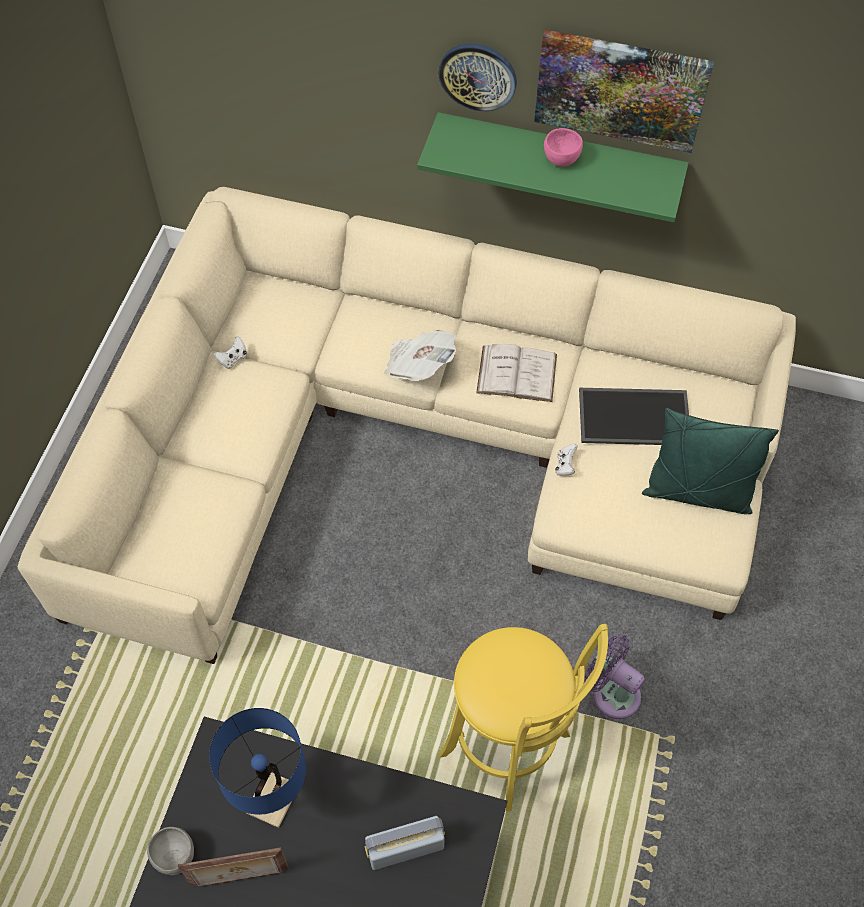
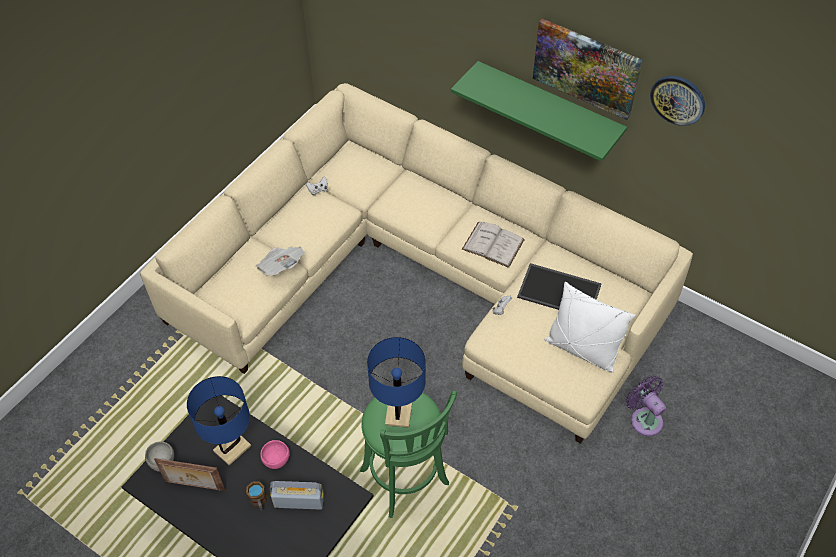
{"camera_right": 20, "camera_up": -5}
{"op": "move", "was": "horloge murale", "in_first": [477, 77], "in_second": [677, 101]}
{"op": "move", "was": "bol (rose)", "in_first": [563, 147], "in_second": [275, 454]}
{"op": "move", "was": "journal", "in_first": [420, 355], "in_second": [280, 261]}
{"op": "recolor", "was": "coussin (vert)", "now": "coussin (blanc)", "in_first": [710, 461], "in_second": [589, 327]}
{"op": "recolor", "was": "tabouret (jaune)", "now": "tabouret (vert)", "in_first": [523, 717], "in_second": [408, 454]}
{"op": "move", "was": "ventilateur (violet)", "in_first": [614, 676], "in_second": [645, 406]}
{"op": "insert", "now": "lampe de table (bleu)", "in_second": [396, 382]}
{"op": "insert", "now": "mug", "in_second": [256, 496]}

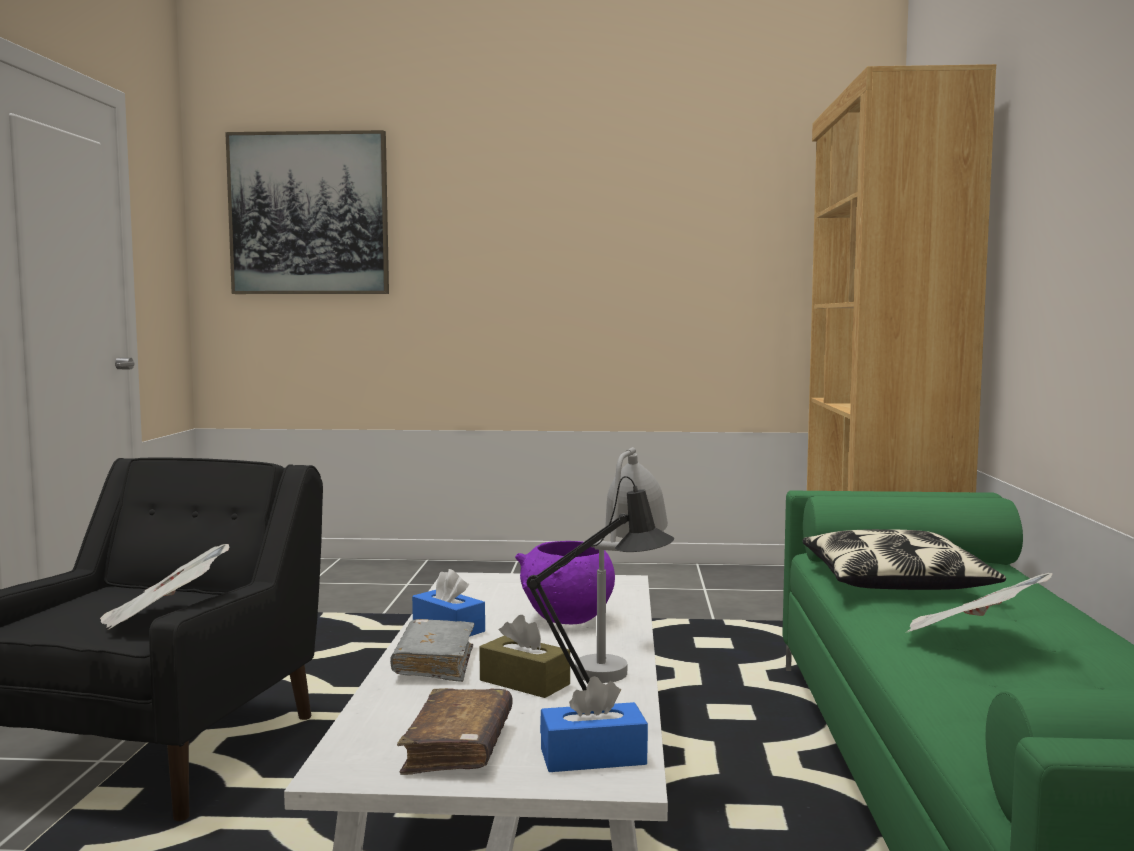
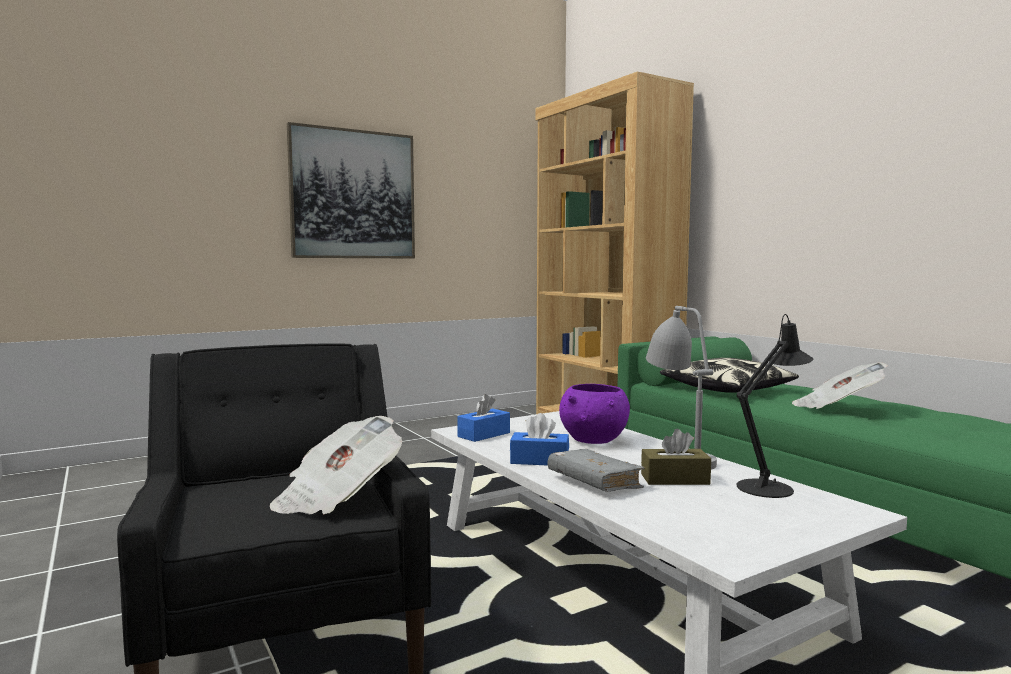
{"camera_right": -35, "camera_up": 0}
{"op": "move", "was": "tableau", "in_first": [307, 212], "in_second": [351, 190]}
{"op": "move", "was": "boîte à mouchoirs (bleu)", "in_first": [594, 724], "in_second": [483, 418]}
{"op": "delete", "was": "livre (marron)", "in_first": [455, 731]}

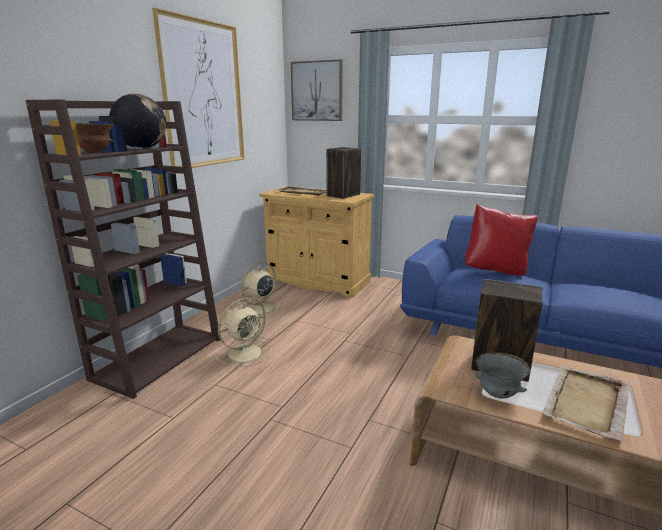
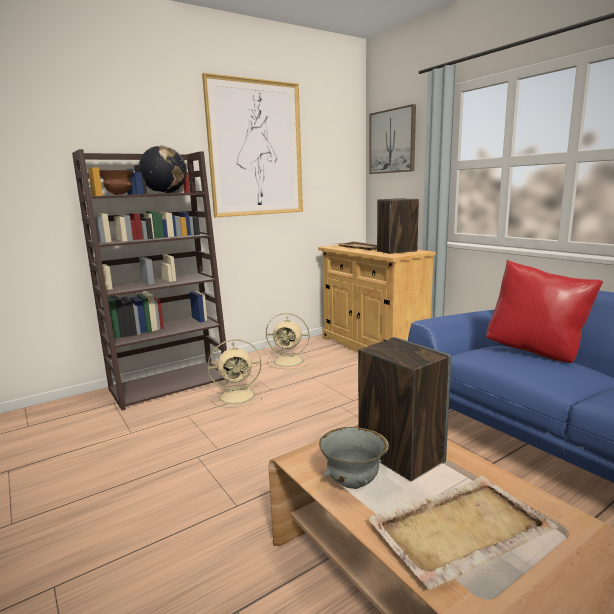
{"camera_right": 30, "camera_up": -5}
{"op": "rotate", "was": "ventilateur (beige)", "in_first": [261, 290], "in_second": [288, 341], "clockwise": -150}

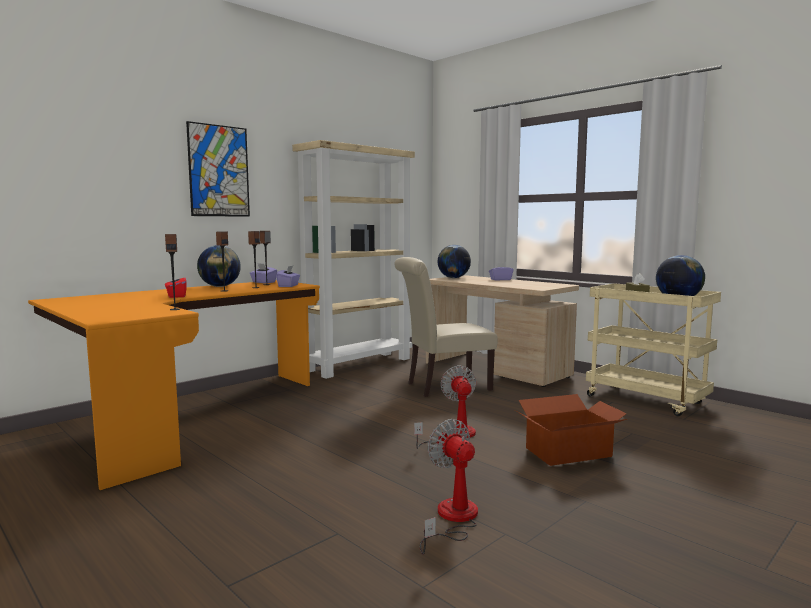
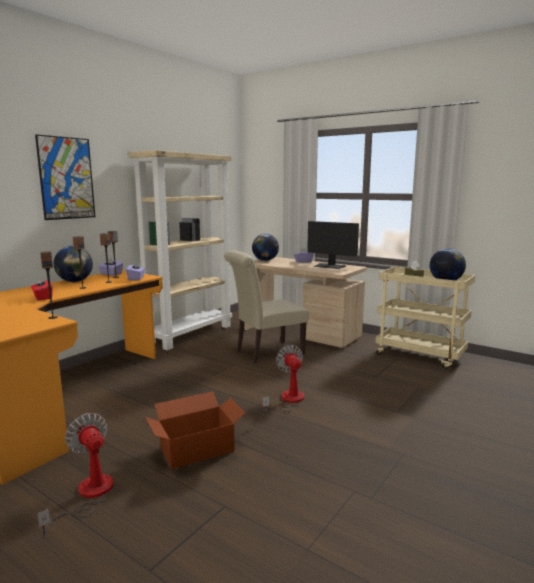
{"camera_right": -10, "camera_up": 5}
{"op": "move", "was": "carton", "in_first": [571, 430], "in_second": [195, 430]}
{"op": "move", "was": "ventilateur", "in_first": [449, 487], "in_second": [75, 475]}
{"op": "insert", "now": "écran d'ordinateur", "in_second": [333, 245]}

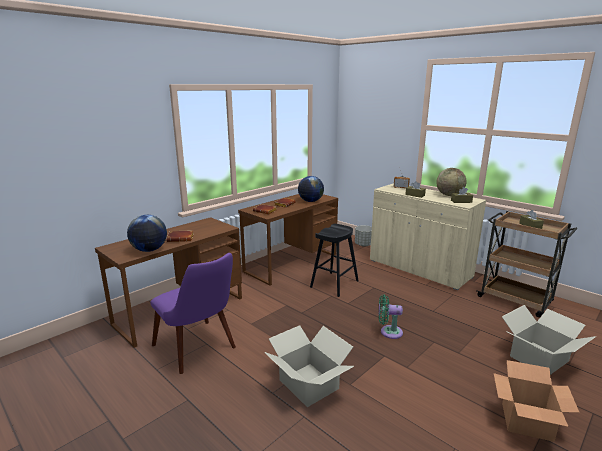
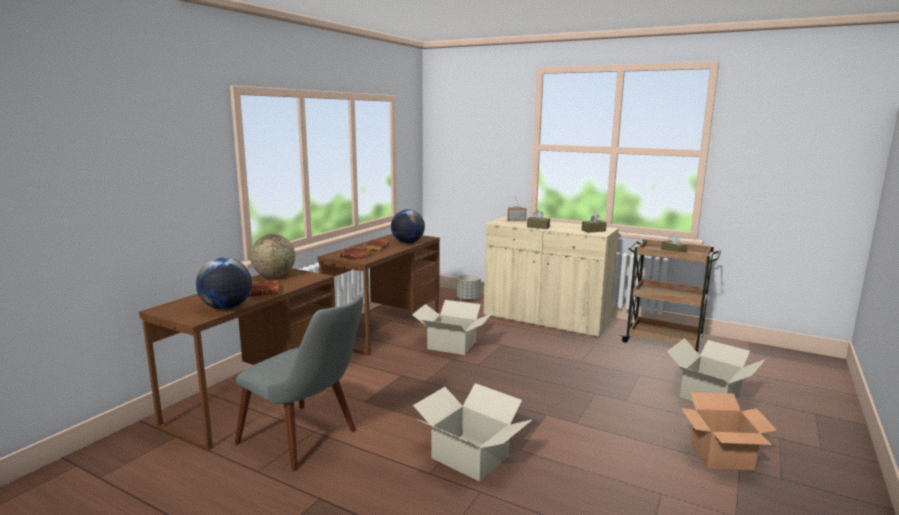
{"camera_right": -15, "camera_up": -5}
{"op": "move", "was": "globe", "in_first": [451, 182], "in_second": [272, 256]}
{"op": "replace", "was": "tabouret (noir)", "now": "carton", "in_first": [334, 260], "in_second": [452, 327]}
{"op": "recolor", "was": "chaise (violet)", "now": "chaise (gris)", "in_first": [193, 313], "in_second": [299, 383]}
{"op": "delete", "was": "ventilateur (vert)", "in_first": [391, 316]}

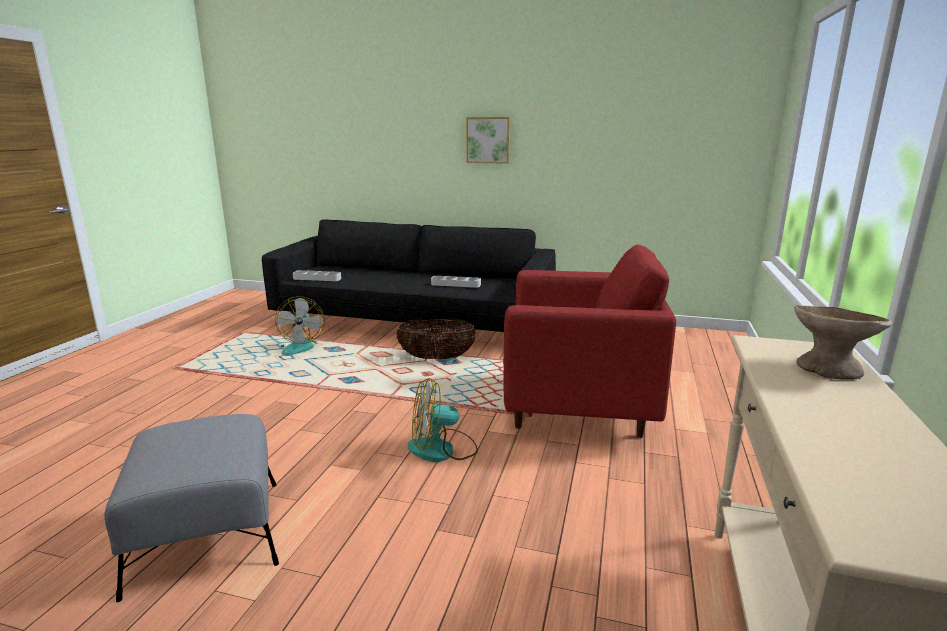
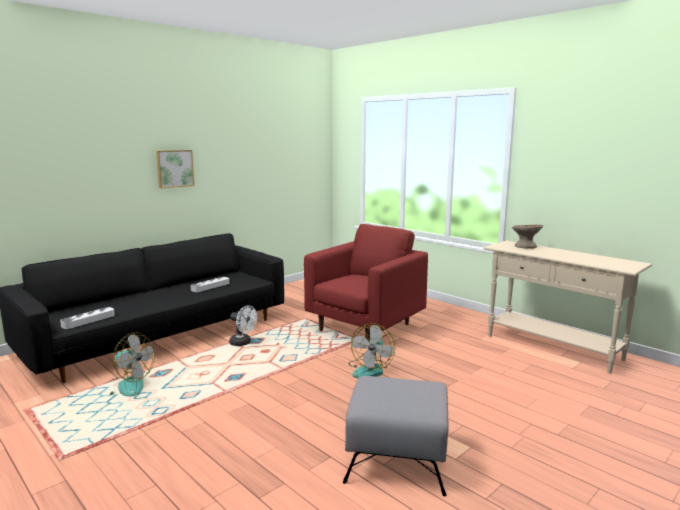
{"camera_right": -60, "camera_up": -5}
{"op": "replace", "was": "panier", "now": "ventilateur (blanc)", "in_first": [436, 338], "in_second": [243, 326]}

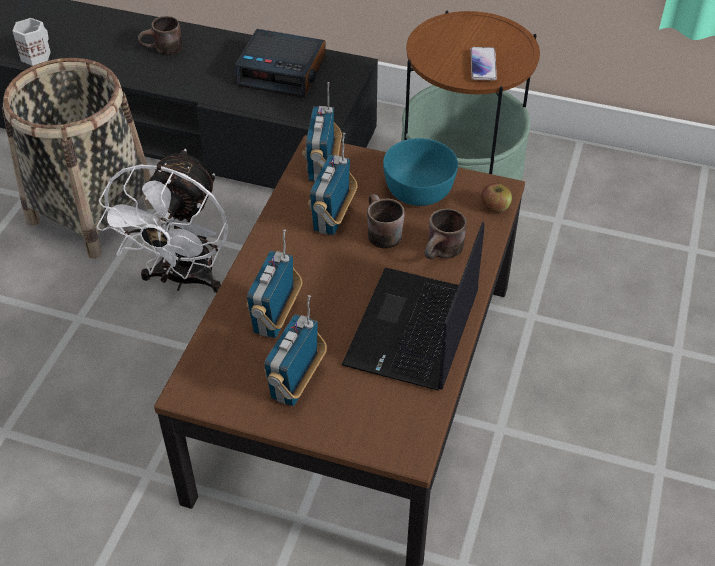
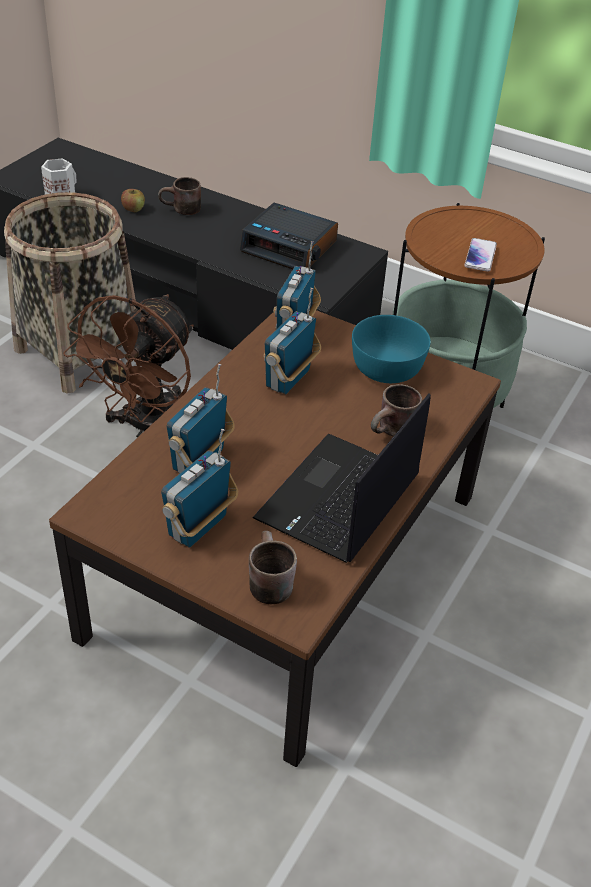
{"camera_right": 10, "camera_up": -5}
{"op": "recolor", "was": "ventilateur (blanc)", "now": "ventilateur (marron)", "in_first": [162, 221], "in_second": [128, 366]}
{"op": "move", "was": "pomme", "in_first": [496, 198], "in_second": [133, 200]}
{"op": "move", "was": "mug (marron)", "in_first": [385, 221], "in_second": [273, 567]}

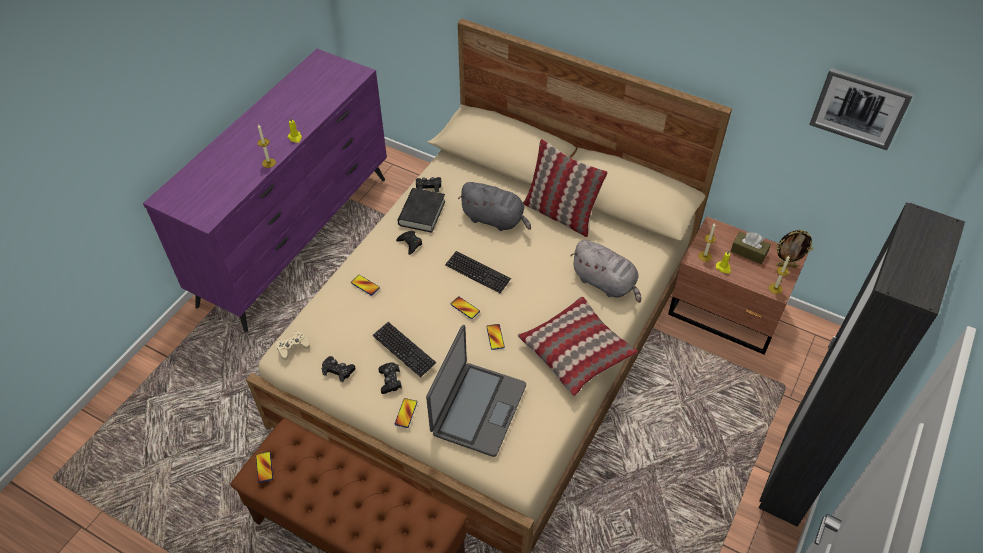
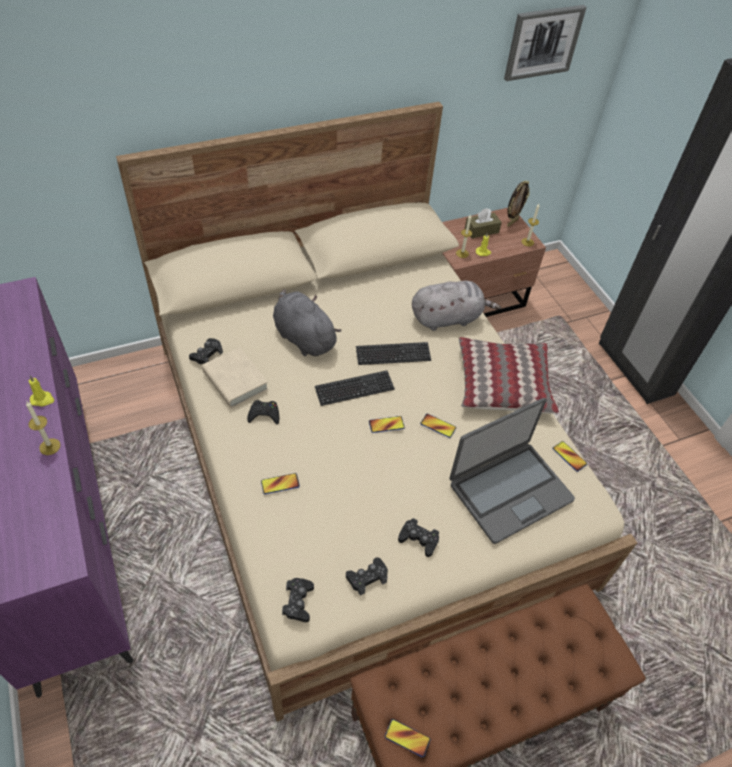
{"camera_right": -55, "camera_up": 0}
{"op": "delete", "was": "coussin", "in_first": [565, 188]}
{"op": "rotate", "was": "peluche (gris)", "in_first": [494, 206], "in_second": [307, 322], "clockwise": -105}
{"op": "recolor", "was": "livre (noir)", "now": "livre (beige)", "in_first": [421, 210], "in_second": [235, 377]}
{"op": "move", "was": "clavier", "in_first": [404, 349], "in_second": [393, 353]}
{"op": "rotate", "was": "ordinateur portable", "in_first": [476, 391], "in_second": [512, 471], "clockwise": 90}
{"op": "recolor", "was": "manette (beige)", "now": "manette (noir)", "in_first": [293, 345], "in_second": [298, 600]}
{"op": "move", "was": "téléphone", "in_first": [406, 413], "in_second": [569, 456]}

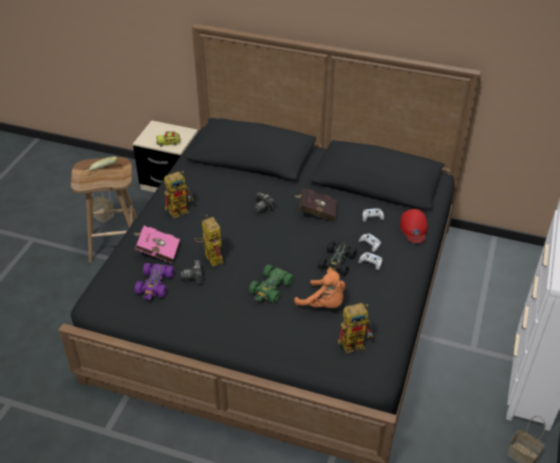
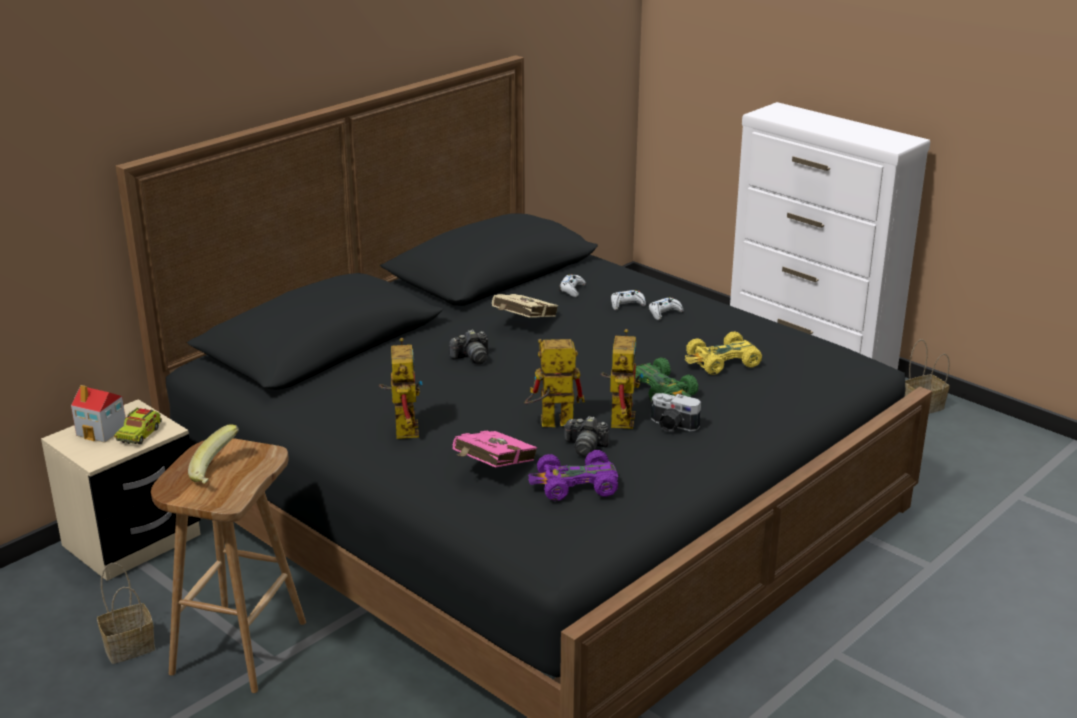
{"camera_right": -65, "camera_up": -15}
{"op": "recolor", "was": "livre (rouge)", "now": "livre (beige)", "in_first": [315, 205], "in_second": [525, 306]}
{"op": "delete", "was": "casquette (rouge)", "in_first": [414, 226]}
{"op": "delete", "was": "petite voiture (noir)", "in_first": [337, 258]}
{"op": "rotate", "was": "petite voiture (violet)", "in_first": [154, 281], "in_second": [573, 475], "clockwise": 135}
{"op": "replace", "was": "peluche (orange)", "now": "petite voiture (jaune)", "in_first": [319, 288], "in_second": [723, 353]}
{"op": "move", "was": "robot jouet", "in_first": [355, 328], "in_second": [622, 379]}
{"op": "insert", "now": "maison miniature", "in_second": [98, 414]}
{"op": "insert", "now": "appareil photo", "in_second": [676, 412]}

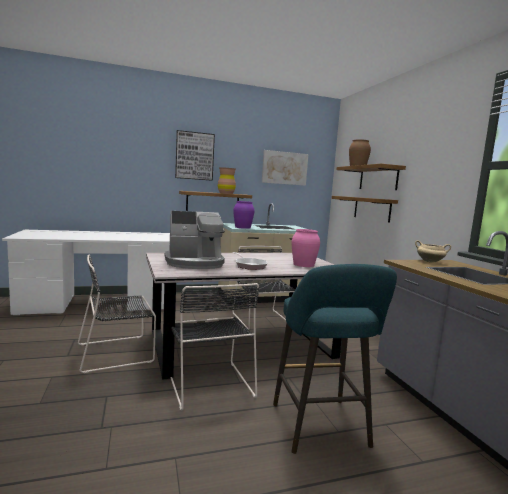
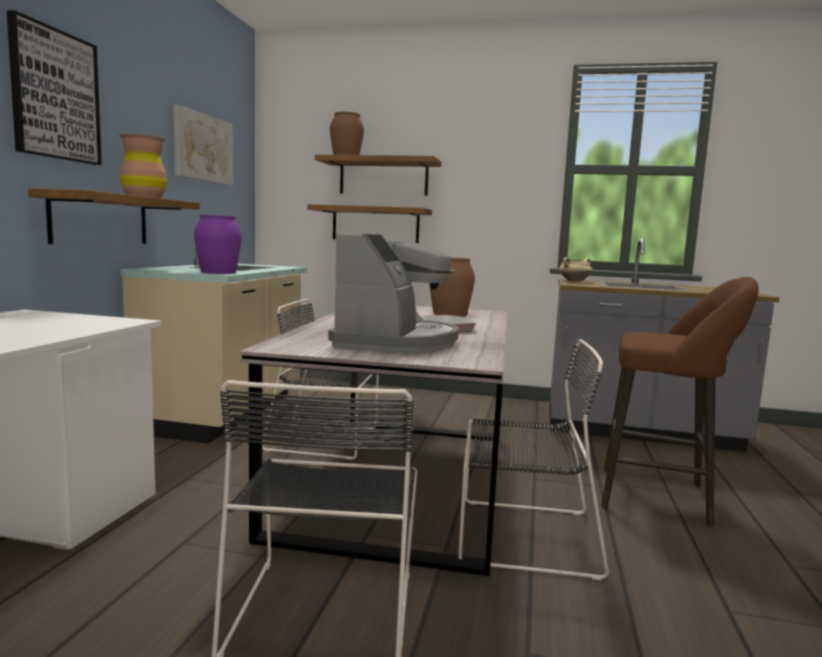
{"camera_right": -60, "camera_up": 0}
{"op": "recolor", "was": "vase (rose)", "now": "vase (marron)", "in_first": [306, 248], "in_second": [452, 287]}
{"op": "recolor", "was": "tabouret (turquoise)", "now": "tabouret (marron)", "in_first": [335, 359], "in_second": [680, 402]}

